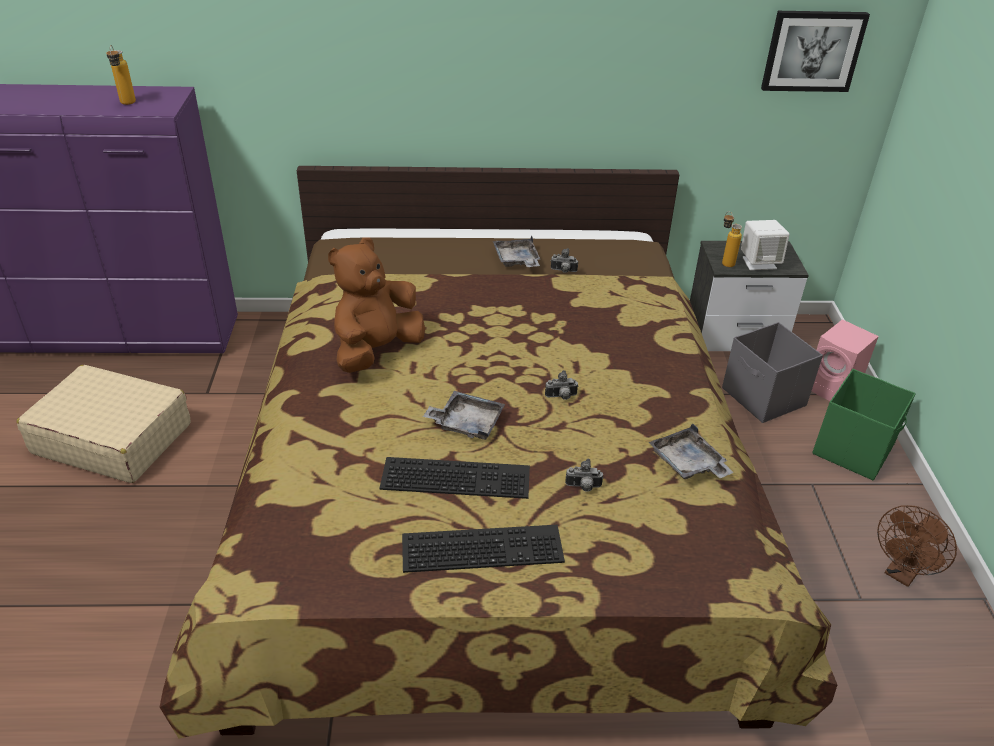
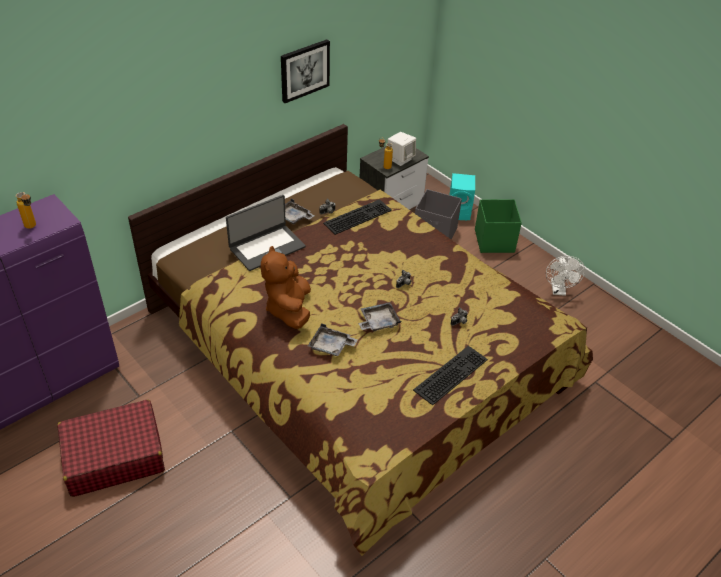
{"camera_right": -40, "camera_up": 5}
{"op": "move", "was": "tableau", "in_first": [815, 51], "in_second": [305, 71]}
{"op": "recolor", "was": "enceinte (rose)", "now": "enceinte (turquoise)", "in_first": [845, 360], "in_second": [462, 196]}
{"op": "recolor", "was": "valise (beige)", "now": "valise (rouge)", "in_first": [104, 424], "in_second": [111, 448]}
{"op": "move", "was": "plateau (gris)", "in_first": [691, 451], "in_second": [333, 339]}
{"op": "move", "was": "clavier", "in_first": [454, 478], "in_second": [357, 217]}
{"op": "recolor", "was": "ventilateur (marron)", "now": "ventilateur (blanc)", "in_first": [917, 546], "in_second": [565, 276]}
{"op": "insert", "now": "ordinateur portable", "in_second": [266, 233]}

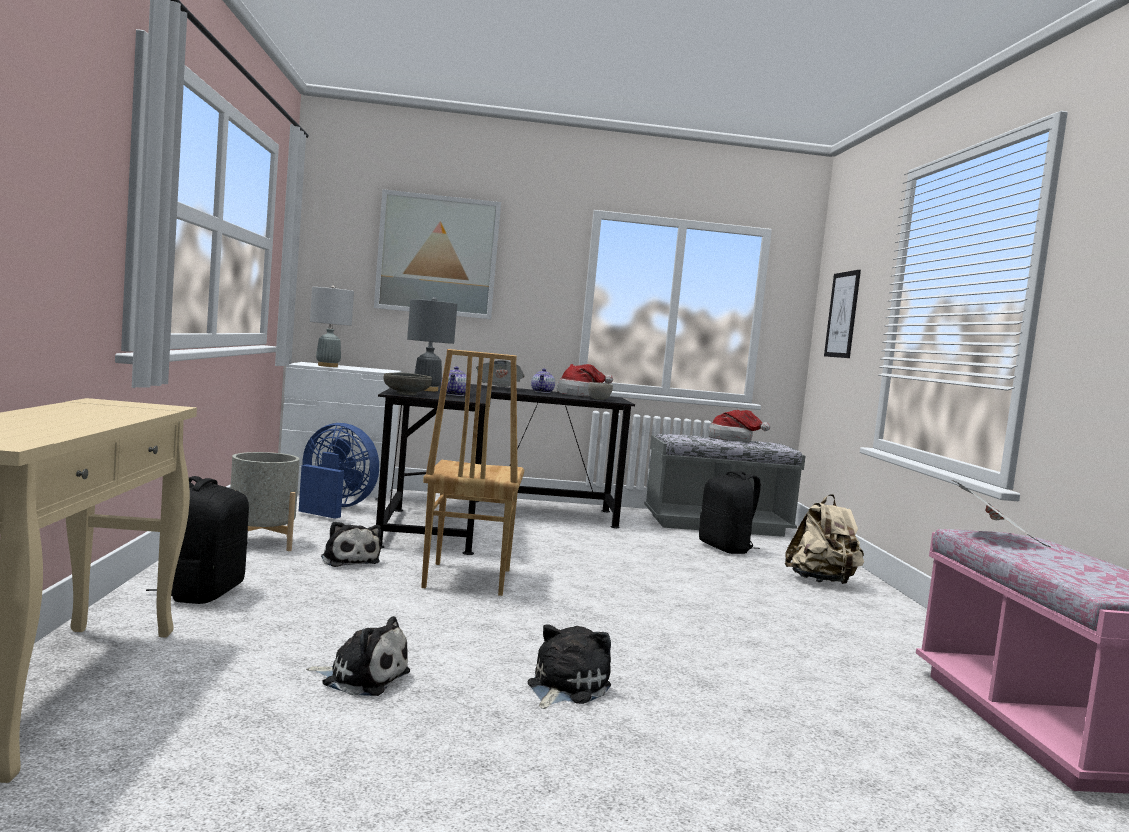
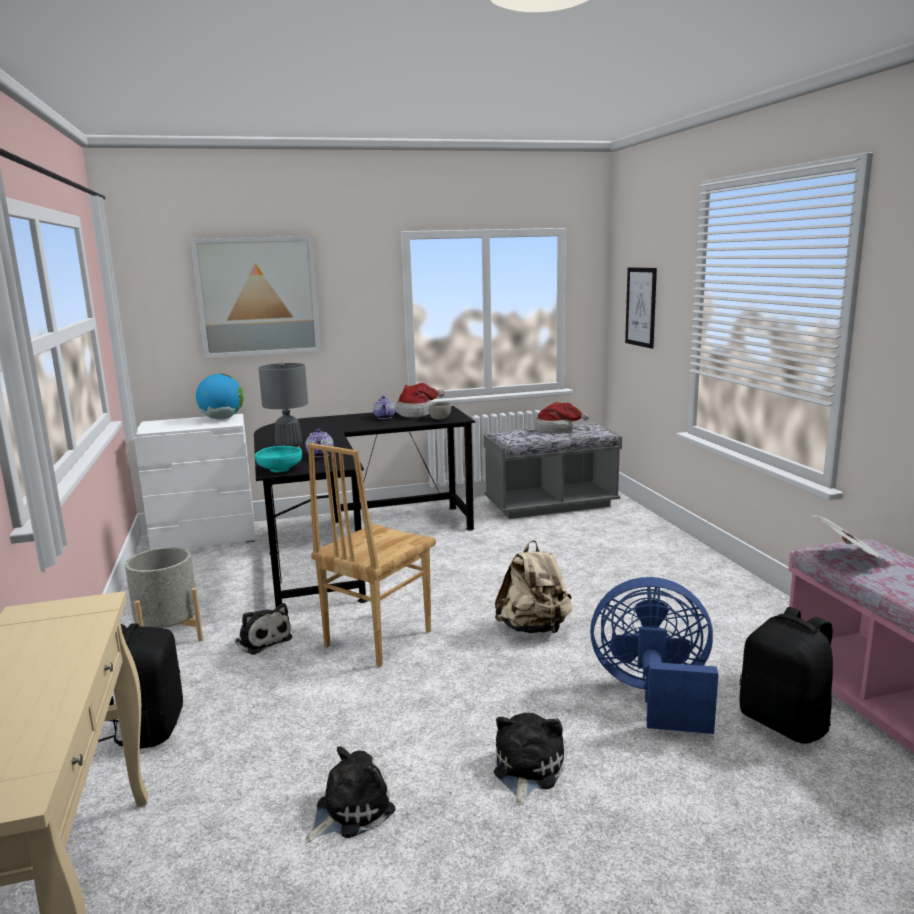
{"camera_right": -10, "camera_up": 10}
{"op": "delete", "was": "lampe de table (gris)", "in_first": [332, 326]}
{"op": "rotate", "was": "chaise (marron)", "in_first": [472, 472], "in_second": [372, 555], "clockwise": 45}
{"op": "delete", "was": "journal", "in_first": [500, 373]}
{"op": "recolor", "was": "bol (gris)", "now": "bol (turquoise)", "in_first": [408, 383], "in_second": [278, 459]}
{"op": "move", "was": "ventilateur (bleu)", "in_first": [339, 471], "in_second": [654, 655]}
{"op": "move", "was": "sac à dos (noir)", "in_first": [730, 512], "in_second": [786, 675]}
{"op": "move", "was": "sac à dos (beige)", "in_first": [824, 539], "in_second": [534, 587]}
{"op": "rotate", "was": "peluche", "in_first": [358, 656], "in_second": [350, 794], "clockwise": -45}
{"op": "insert", "now": "globe", "in_second": [220, 396]}

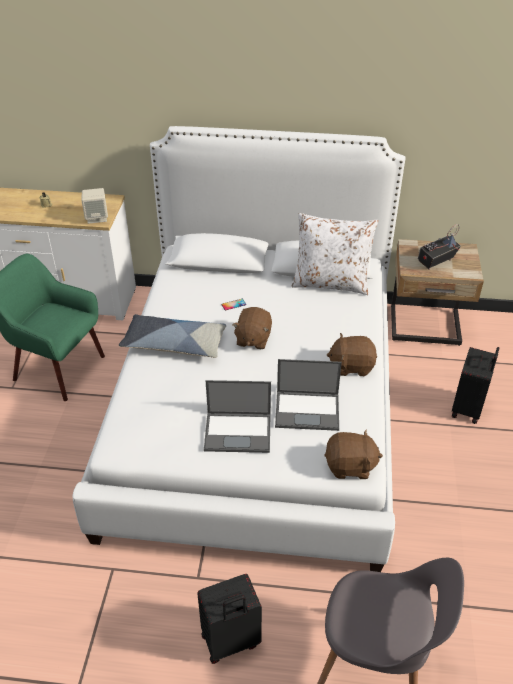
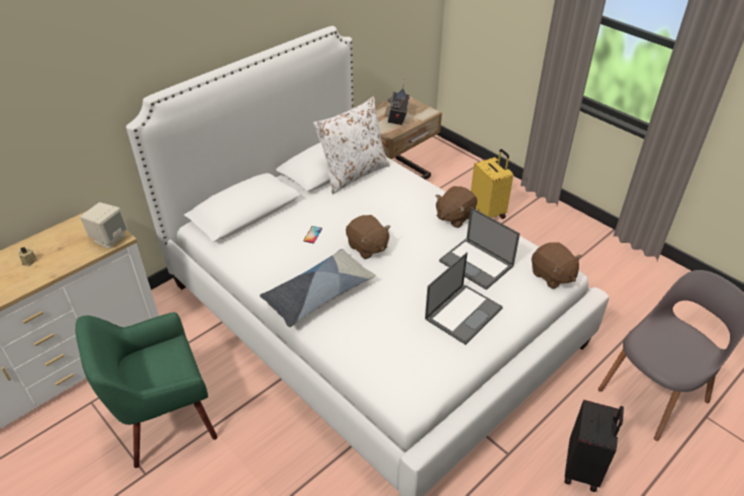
{"camera_right": -50, "camera_up": 0}
{"op": "recolor", "was": "valise (noir)", "now": "valise (jaune)", "in_first": [476, 385], "in_second": [492, 184]}
{"op": "rotate", "was": "ordinateur portable", "in_first": [308, 395], "in_second": [479, 248], "clockwise": 90}
{"op": "rotate", "was": "peluche (marron)", "in_first": [353, 454], "in_second": [556, 265], "clockwise": 105}

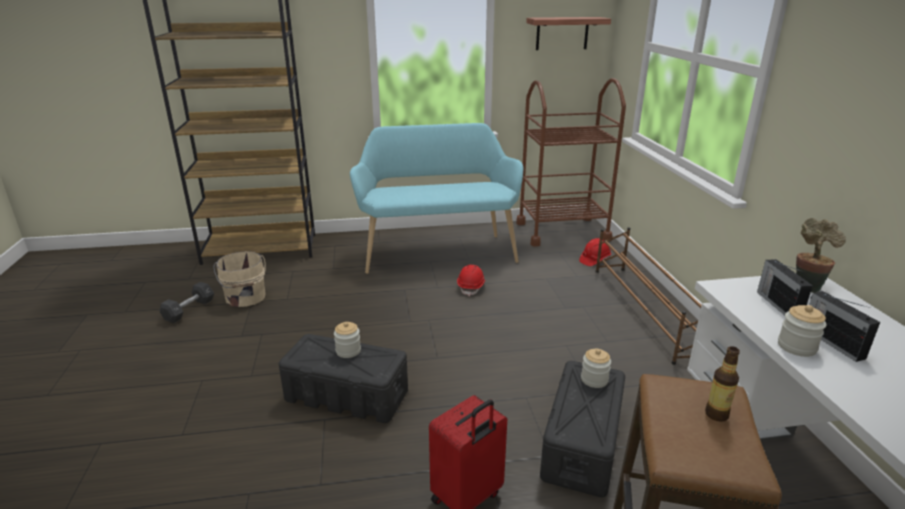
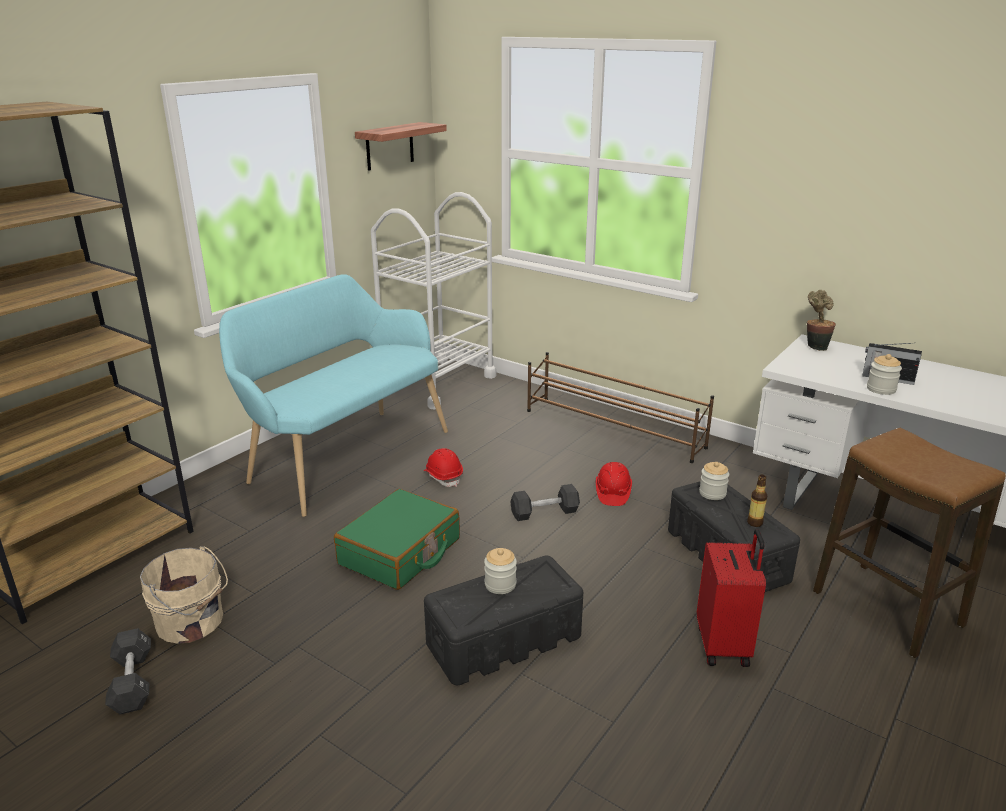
{"camera_right": -45, "camera_up": 0}
{"op": "recolor", "was": "chariot (marron)", "now": "chariot (blanc)", "in_first": [571, 162], "in_second": [433, 301]}
{"op": "move", "was": "casque de chantier (rouge)", "in_first": [595, 252], "in_second": [614, 484]}
{"op": "delete", "was": "radio", "in_first": [785, 287]}
{"op": "move", "was": "bouteille", "in_first": [722, 384], "in_second": [757, 501]}
{"op": "insert", "now": "haltère (noir)", "in_second": [545, 502]}
{"op": "insert", "now": "valise (vert)", "in_second": [397, 539]}

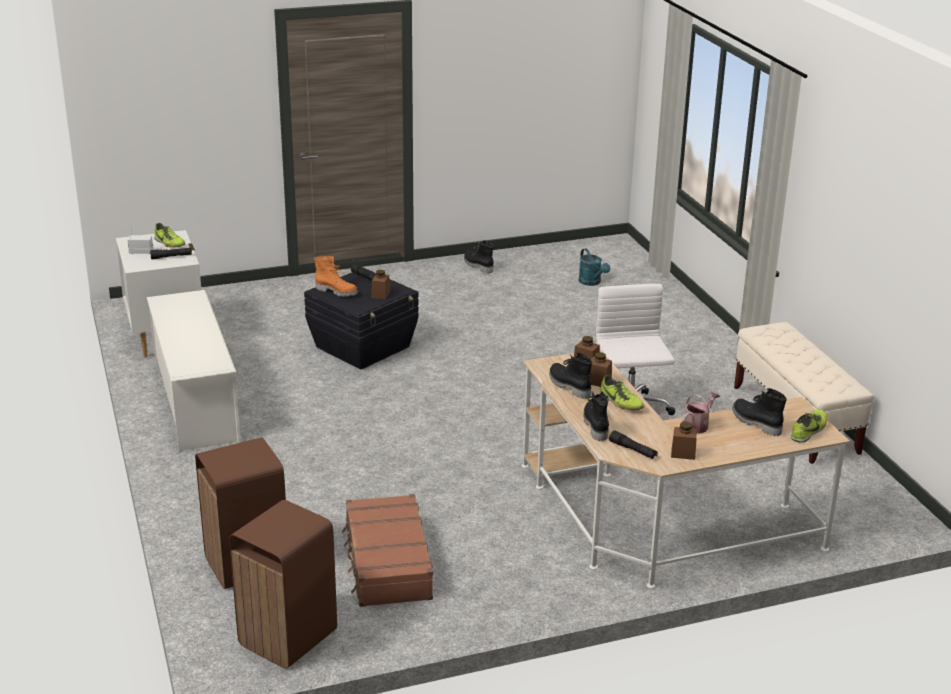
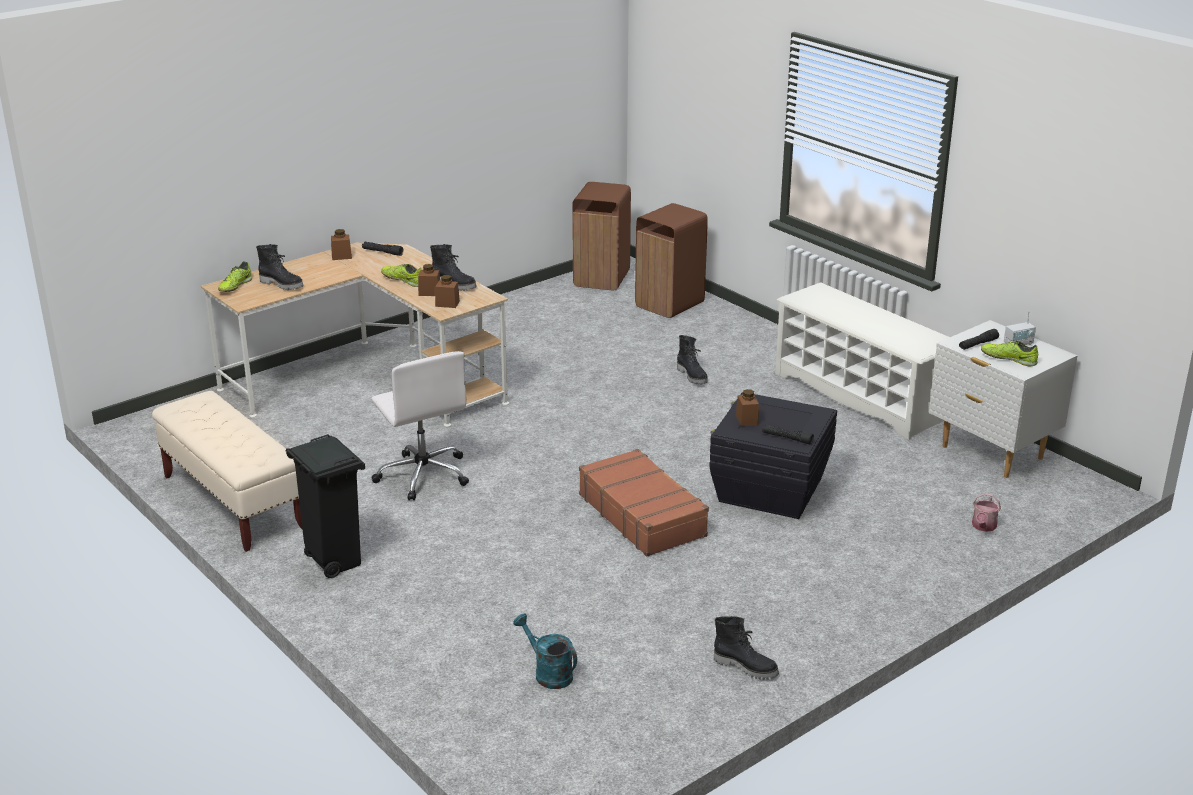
{"camera_right": 160, "camera_up": 0}
{"op": "delete", "was": "botte (orange)", "in_first": [336, 276]}
{"op": "move", "was": "botte (noir)", "in_first": [597, 416], "in_second": [692, 359]}
{"op": "move", "was": "arrosoir", "in_first": [701, 412], "in_second": [986, 512]}
{"op": "move", "was": "valise (marron)", "in_first": [387, 550], "in_second": [644, 503]}
{"op": "insert", "now": "poubelle (noir)", "in_second": [325, 506]}

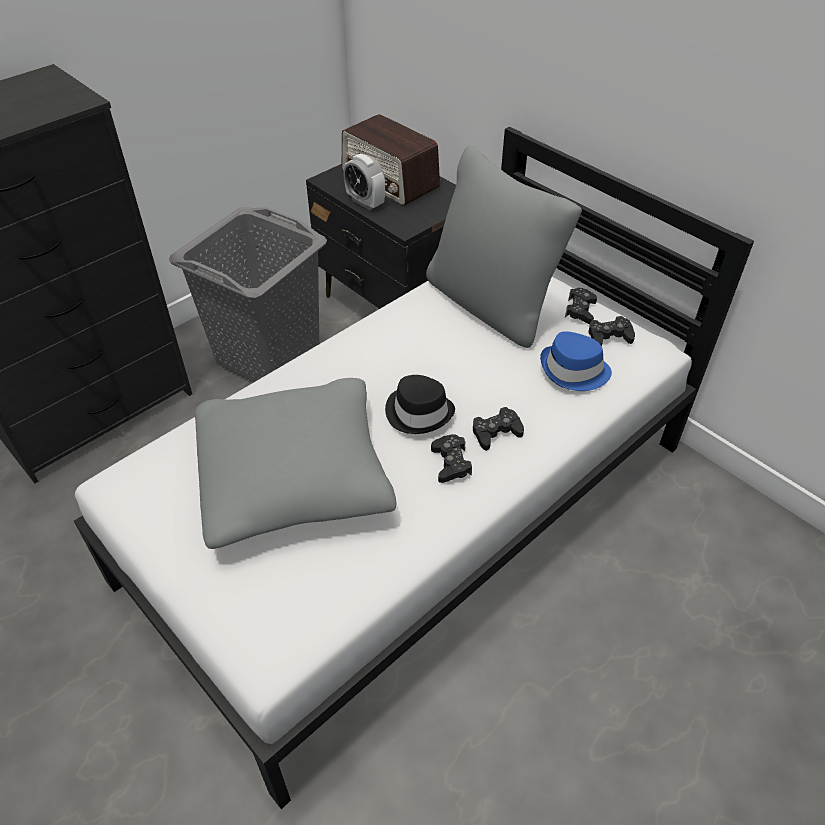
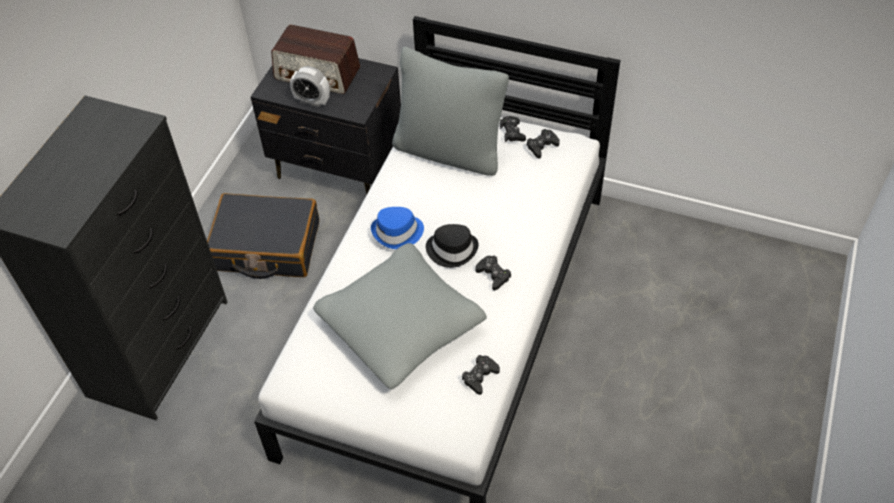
{"camera_right": -25, "camera_up": 5}
{"op": "replace", "was": "panier à linge (gris)", "now": "valise (noir)", "in_first": [248, 294], "in_second": [263, 236]}
{"op": "move", "was": "chapeau (bleu)", "in_first": [576, 361], "in_second": [397, 228]}
{"op": "move", "was": "manette (noir)", "in_first": [498, 429], "in_second": [481, 375]}

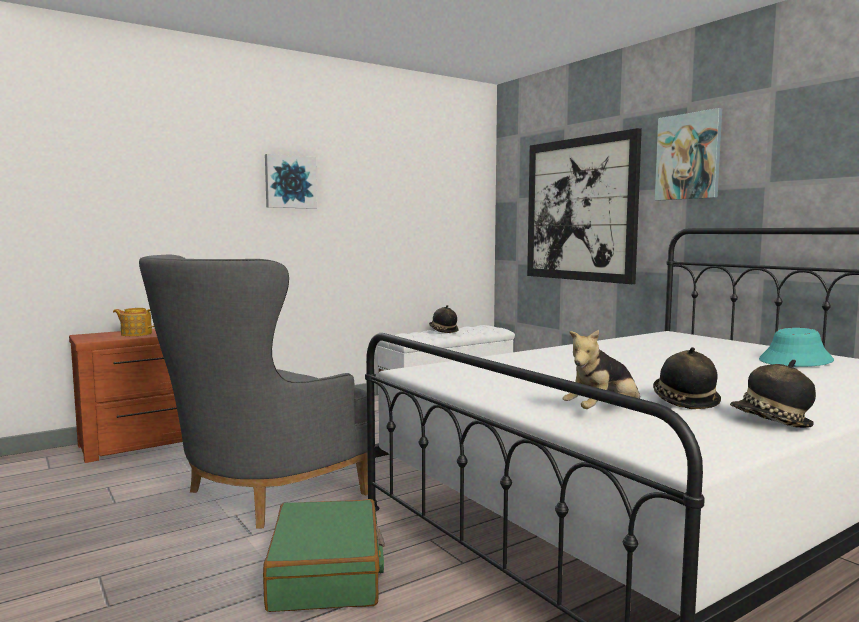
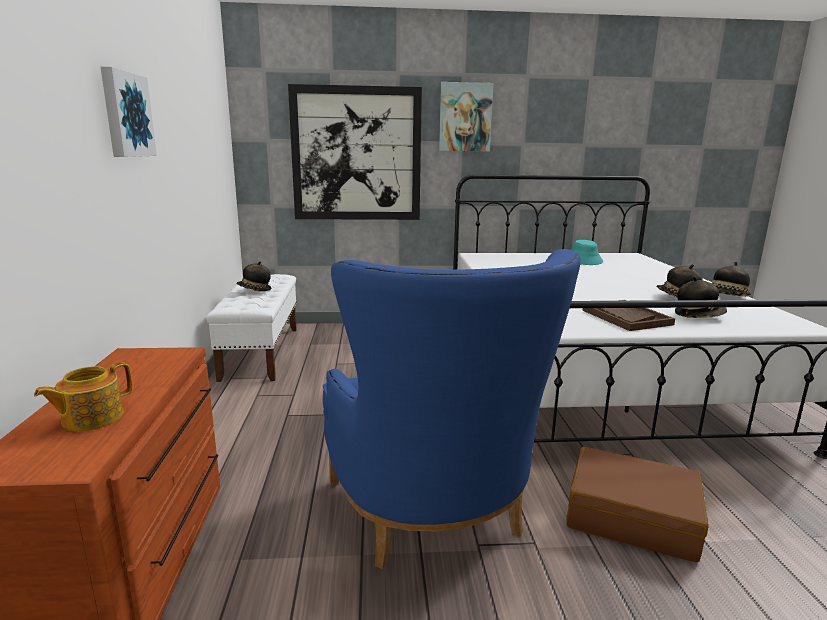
{"camera_right": -60, "camera_up": 10}
{"op": "recolor", "was": "fauteuil (gris)", "now": "fauteuil (bleu)", "in_first": [257, 392], "in_second": [452, 409]}
{"op": "replace", "was": "peluche", "now": "chapeau", "in_first": [601, 369], "in_second": [701, 297]}
{"op": "recolor", "was": "valise (vert)", "now": "valise (marron)", "in_first": [324, 555], "in_second": [637, 504]}
{"op": "insert", "now": "plateau (marron)", "in_second": [629, 315]}

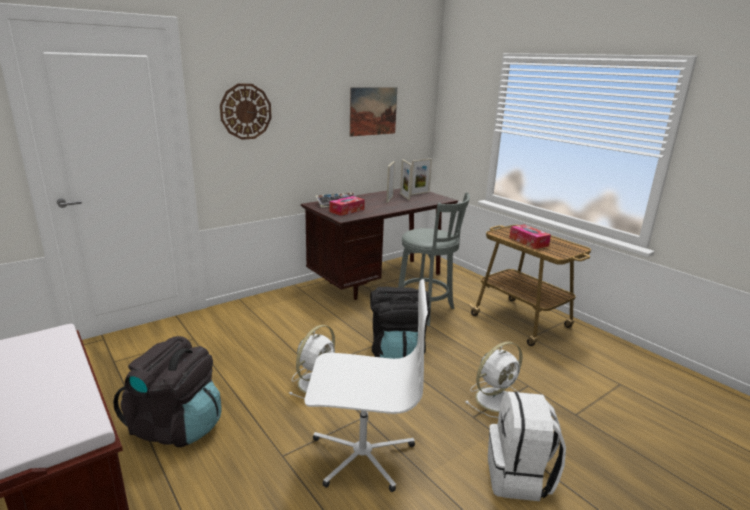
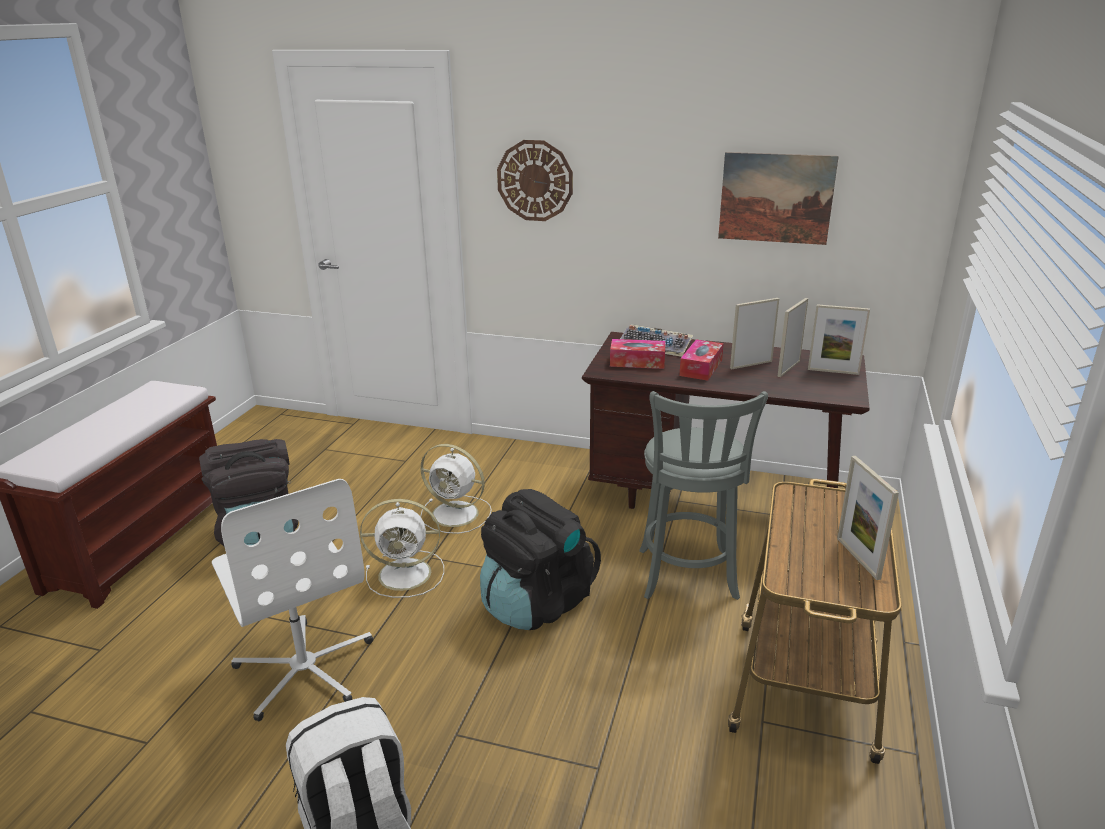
{"camera_right": 55, "camera_up": 5}
{"op": "move", "was": "boîte à mouchoirs", "in_first": [530, 236], "in_second": [701, 360]}
{"op": "move", "was": "ventilateur (blanc)", "in_first": [494, 380], "in_second": [456, 489]}
{"op": "insert", "now": "cadre photo", "in_second": [868, 518]}

